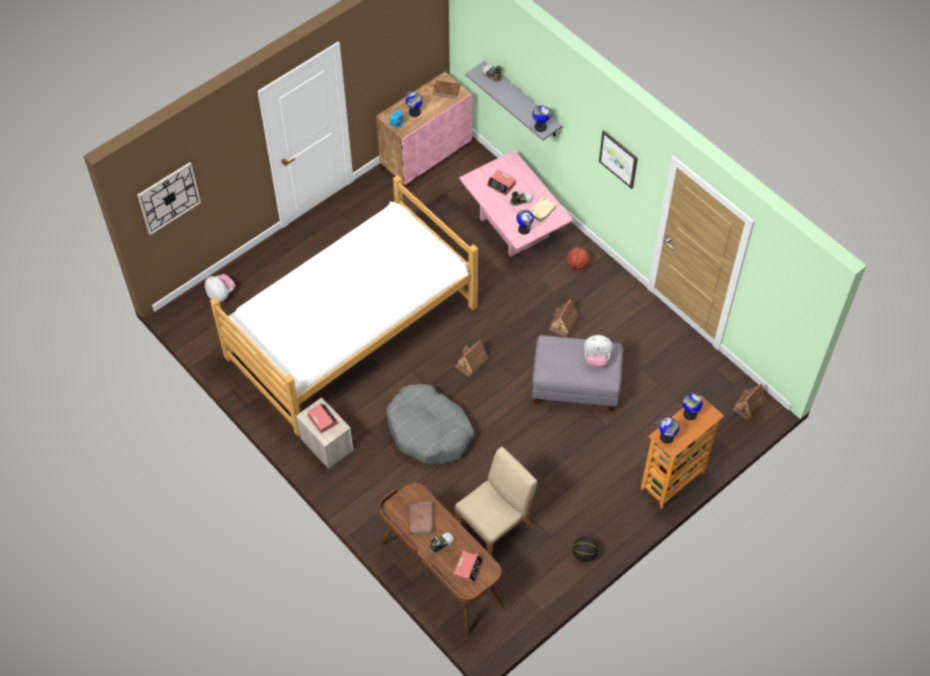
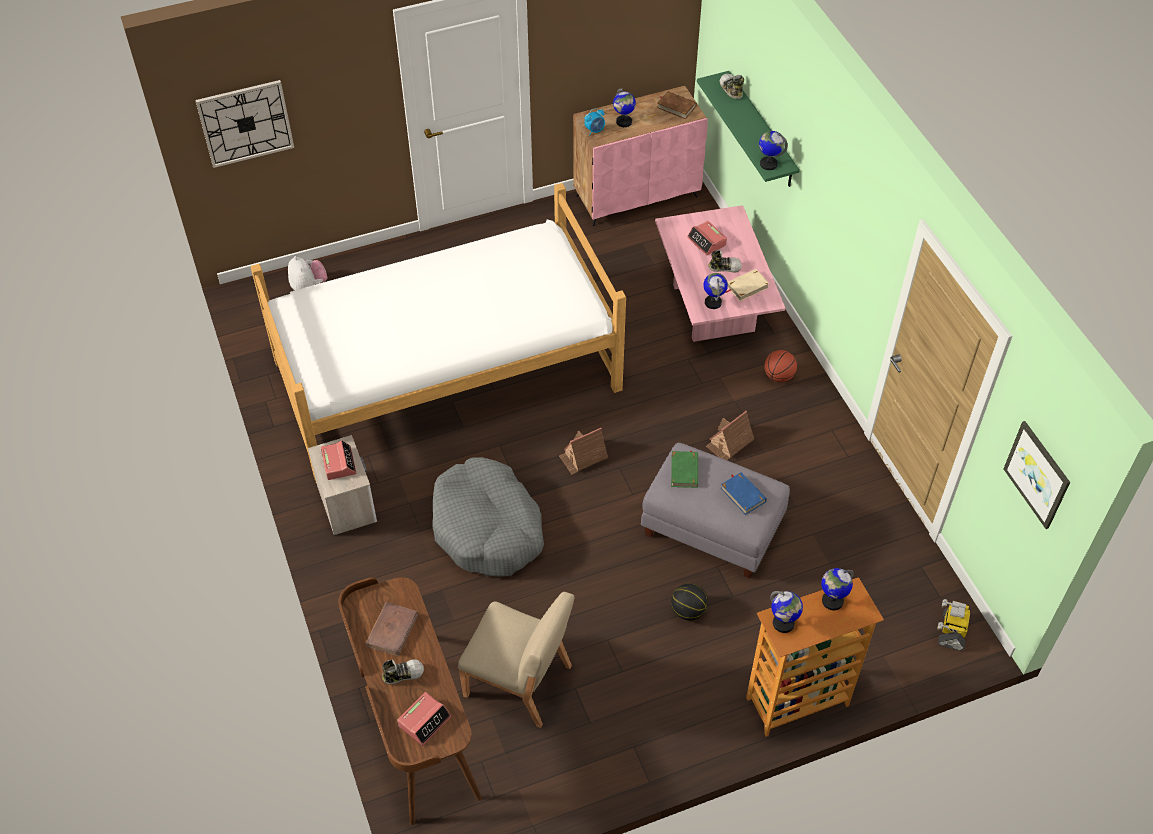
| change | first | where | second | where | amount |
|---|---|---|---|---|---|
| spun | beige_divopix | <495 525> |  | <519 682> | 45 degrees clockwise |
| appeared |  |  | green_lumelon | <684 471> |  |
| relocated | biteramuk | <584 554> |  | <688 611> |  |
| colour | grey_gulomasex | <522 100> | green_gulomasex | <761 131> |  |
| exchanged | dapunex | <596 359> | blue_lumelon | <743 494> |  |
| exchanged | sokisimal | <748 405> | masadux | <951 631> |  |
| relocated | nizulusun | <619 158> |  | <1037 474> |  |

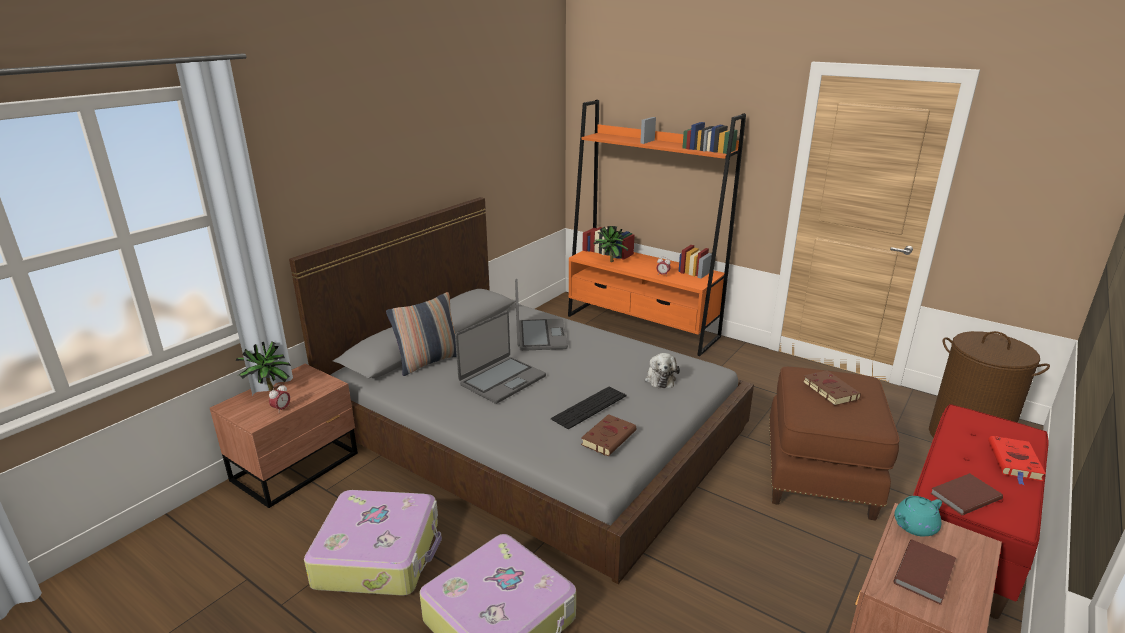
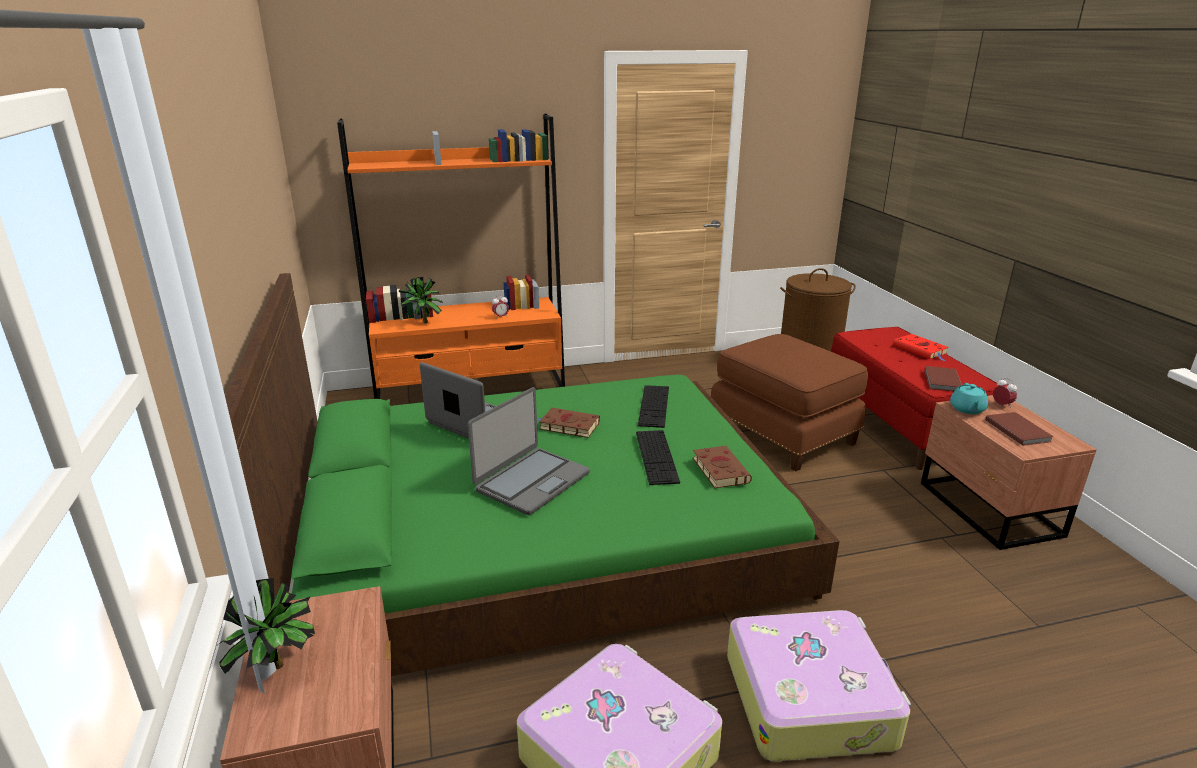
| change | first | where | second | where | amount |
|---|---|---|---|---|---|
| colour | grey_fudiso | <533 428> | green_fudiso | <539 532> |  |
| spun | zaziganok | <502 380> |  | <531 481> | 45 degrees clockwise |
| relocated | brown_lumelon | <828 390> |  | <568 426> |  |
| exchanged | dapunex | <660 379> | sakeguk | <654 406> |  |
| relocated | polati | <281 409> |  | <1002 405> |  |
| missing | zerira | <429 361> |  |  |  |

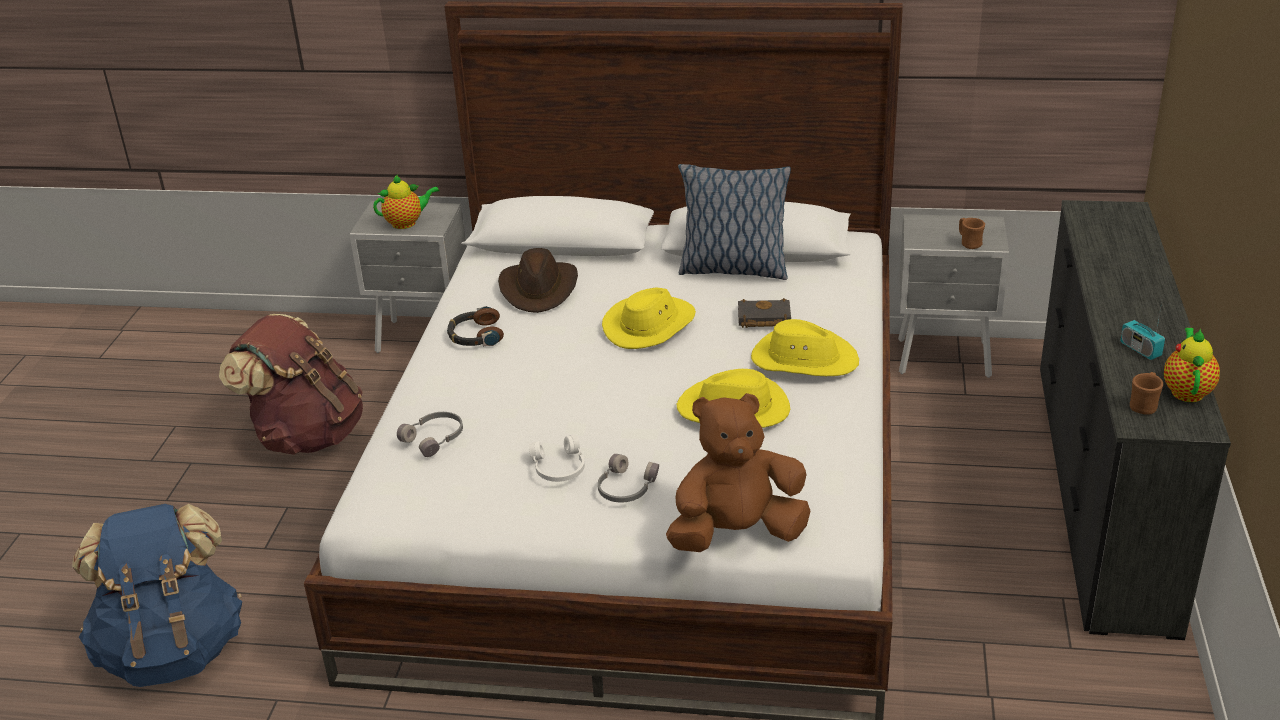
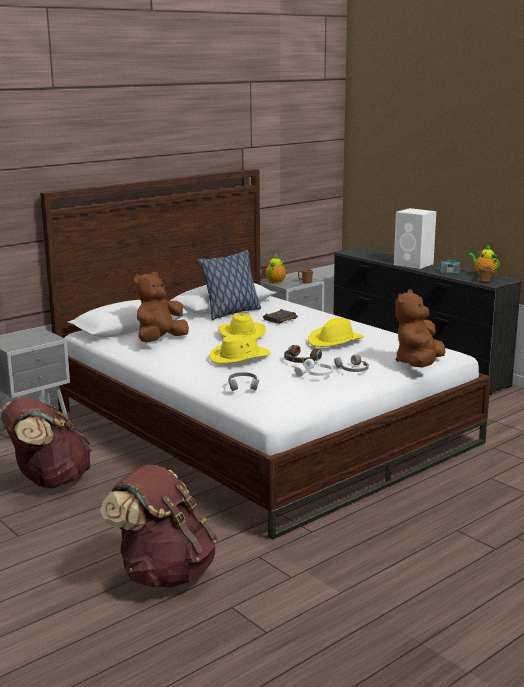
| change | first | where | second | where | amount |
|---|---|---|---|---|---|
| colour | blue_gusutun | <173 650> | brown_gusutun | <164 573> |  |
| exchanged | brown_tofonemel | <539 289> | brown_dapunex | <160 340> |  |
| relocated | yellow_tofonemel | <803 359> |  | <239 357> |  |
| relocated | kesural | <407 223> |  | <276 281> |  |
| relocated | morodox | <475 335> |  | <301 360> |  |
| appeared |  |  | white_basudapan | <414 264> |  |

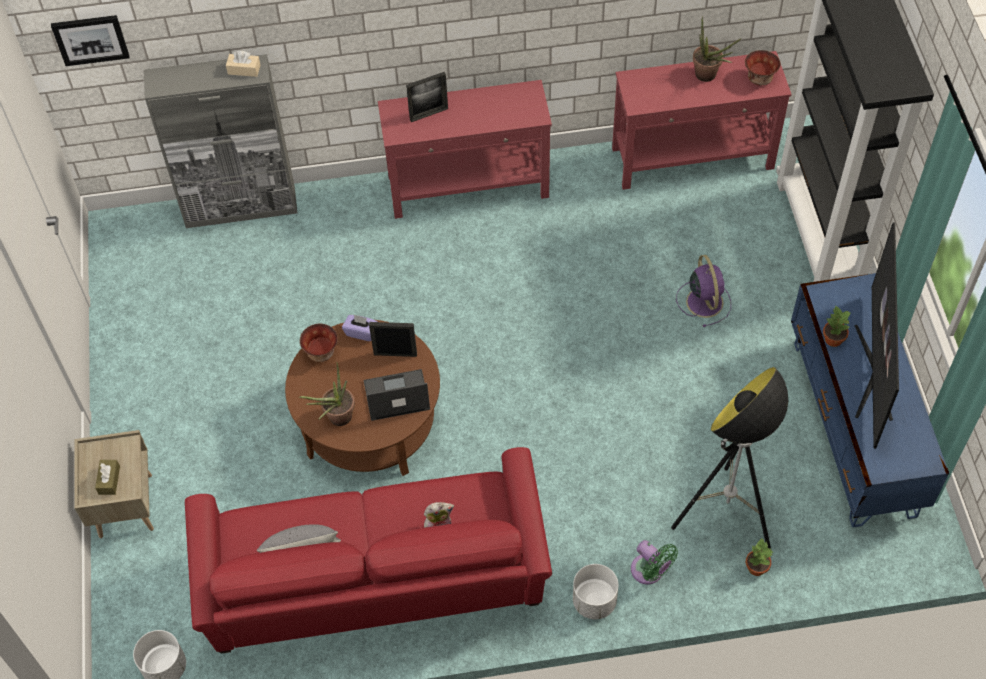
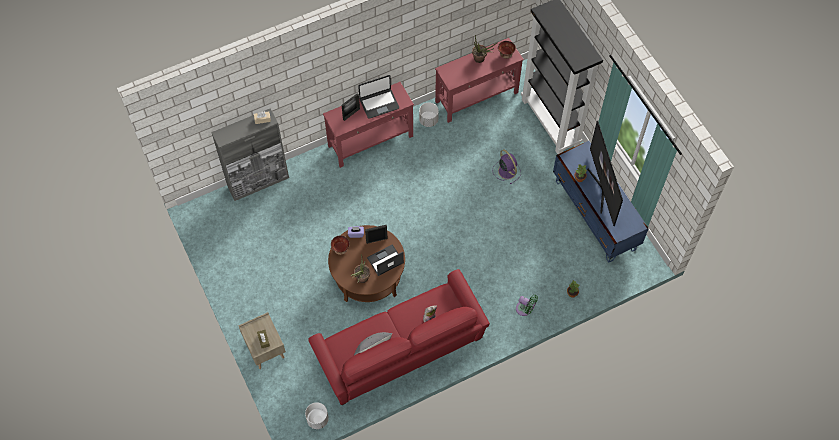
| change | first | where | second | where | amount |
|---|---|---|---|---|---|
| appeared |  |  | zaziganok | <379 103> |  |
| relocated | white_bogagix | <594 601> |  | <428 120> |  |
| missing | nizulusun | <90 39> |  |  |  |
| missing | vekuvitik | <724 517> |  |  |  |

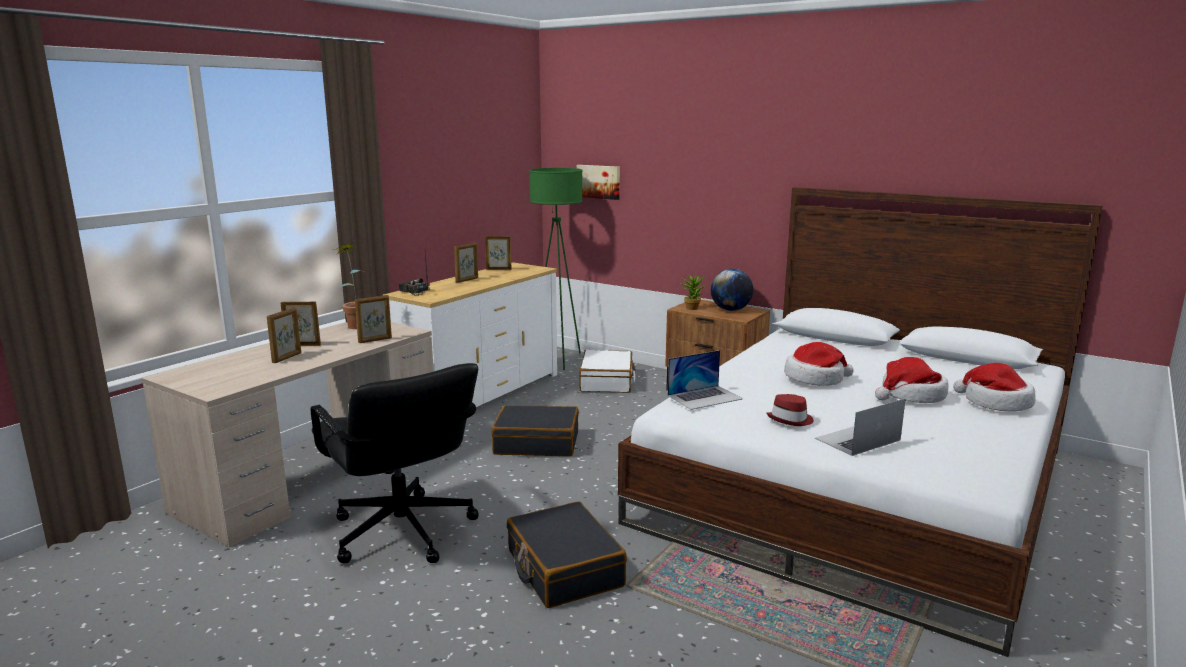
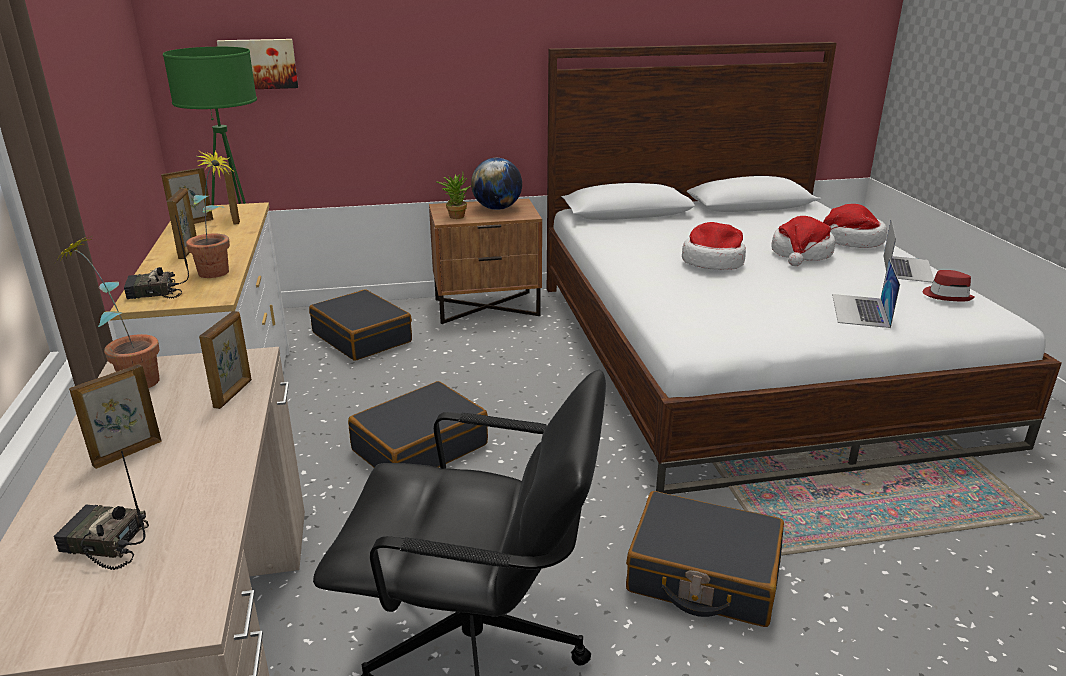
| change | first | where | second | where | amount |
|---|---|---|---|---|---|
| appeared |  |  | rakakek | <104 544> |  |
| appeared |  |  | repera | <220 274> |  |
| relocated | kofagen | <287 358> |  | <235 218> |  |
| colour | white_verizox | <607 382> | black_verizox | <362 337> |  |
| relocated | zaziganok | <705 397> |  | <907 268> |  |
| relocated | red_tofonemel | <791 419> |  | <947 296> |  |

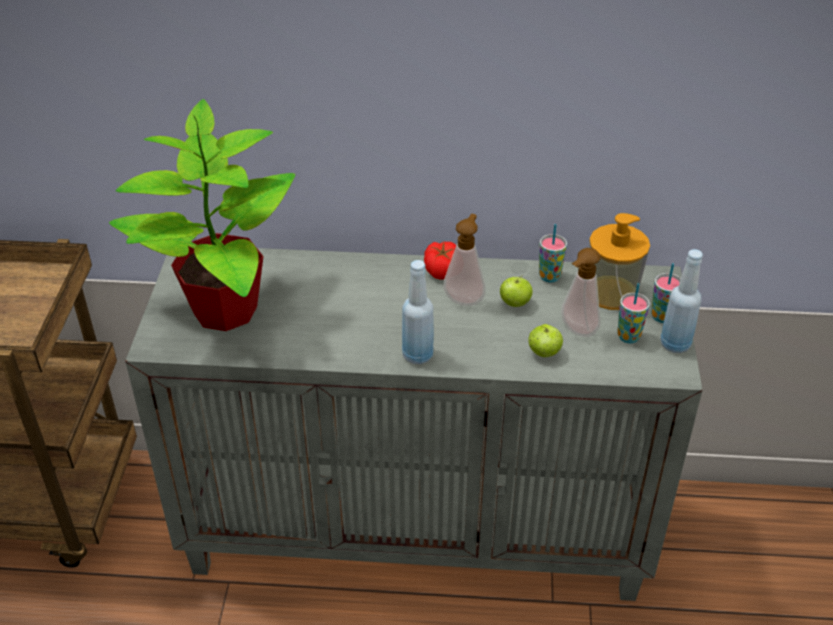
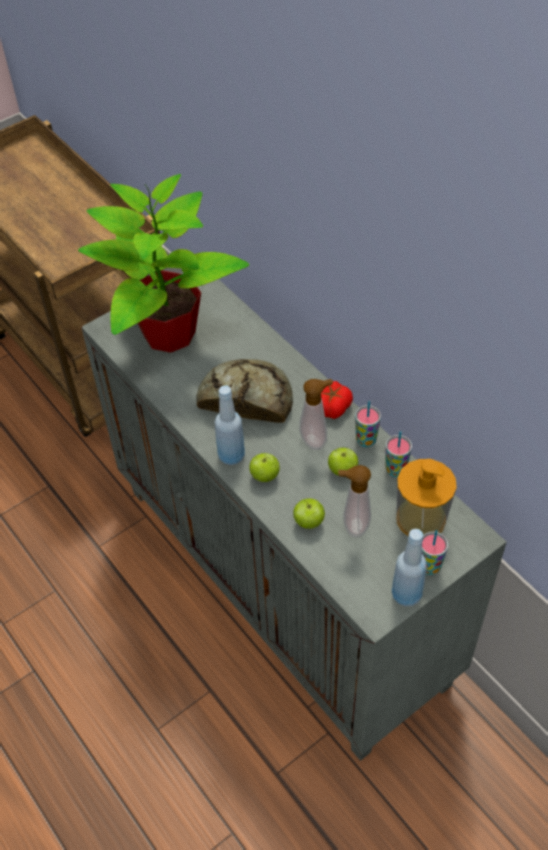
| change | first | where | second | where | amount |
|---|---|---|---|---|---|
| appeared |  |  | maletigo | <246 397> |  |
| appeared |  |  | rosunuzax | <265 476> |  |
| relocated | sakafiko | <628 337> |  | <366 440> |  |

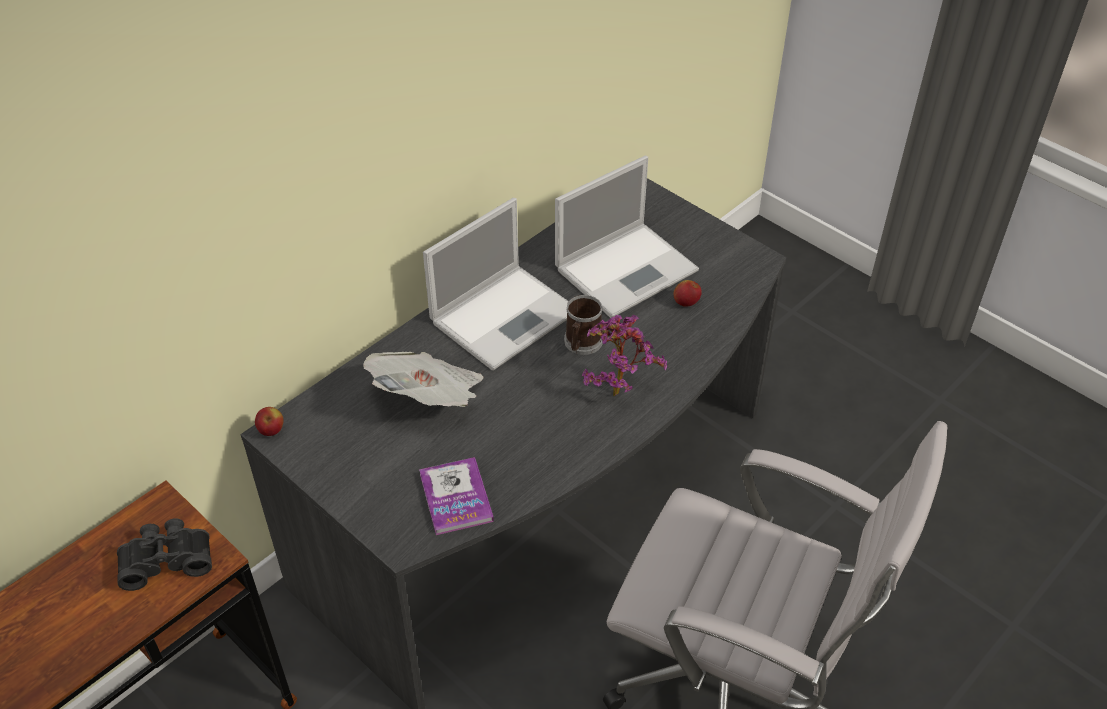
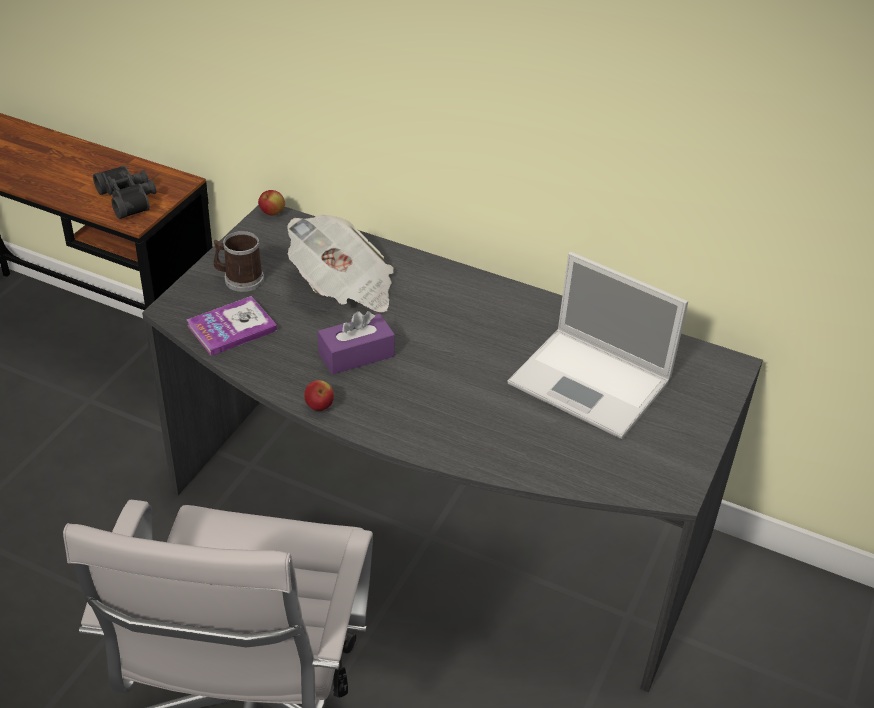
| change | first | where | second | where | amount |
|---|---|---|---|---|---|
| relocated | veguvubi | <581 344> |  | <239 279> |  |
| relocated | rosunuzax | <686 302> |  | <319 406> |  |
| appeared |  |  | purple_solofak | <356 355> |  |
| missing | zaziganok | <506 315> |  |  |  |
| missing | repera | <617 389> |  |  |  |

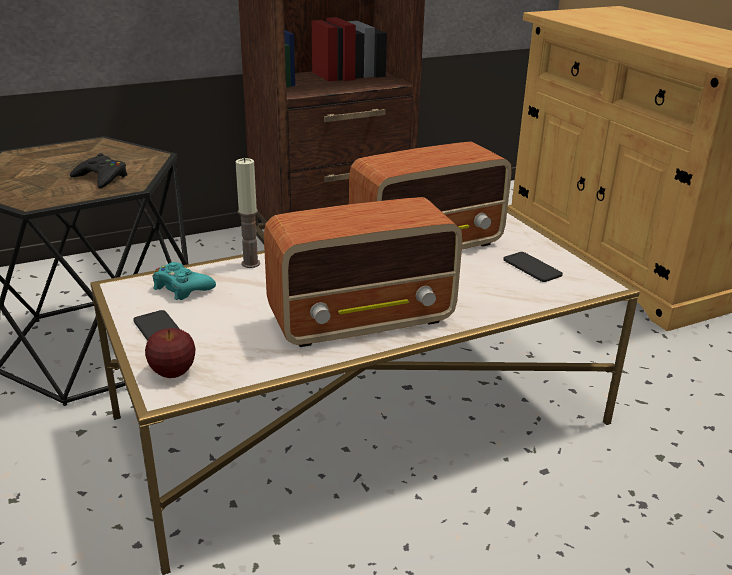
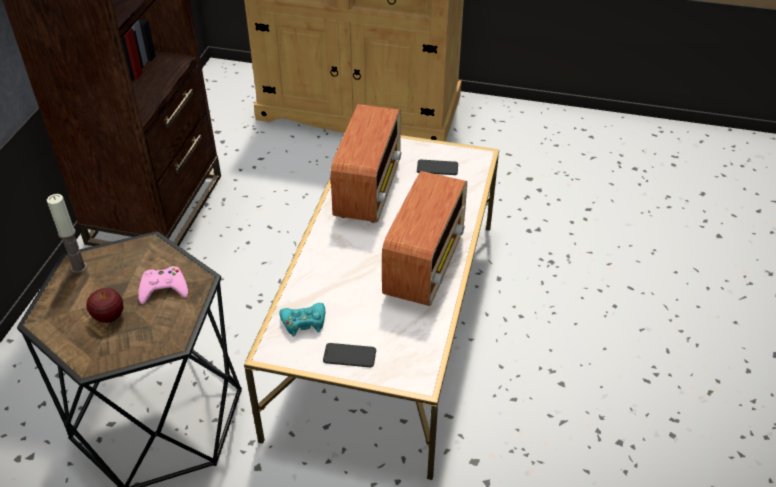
| change | first | where | second | where | amount |
|---|---|---|---|---|---|
| relocated | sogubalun | <250 263> |  | <79 267> |  |
| relocated | rosunuzax | <172 372> |  | <109 316> |  |
| colour | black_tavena | <101 177> | pink_tavena | <163 288> |  |

